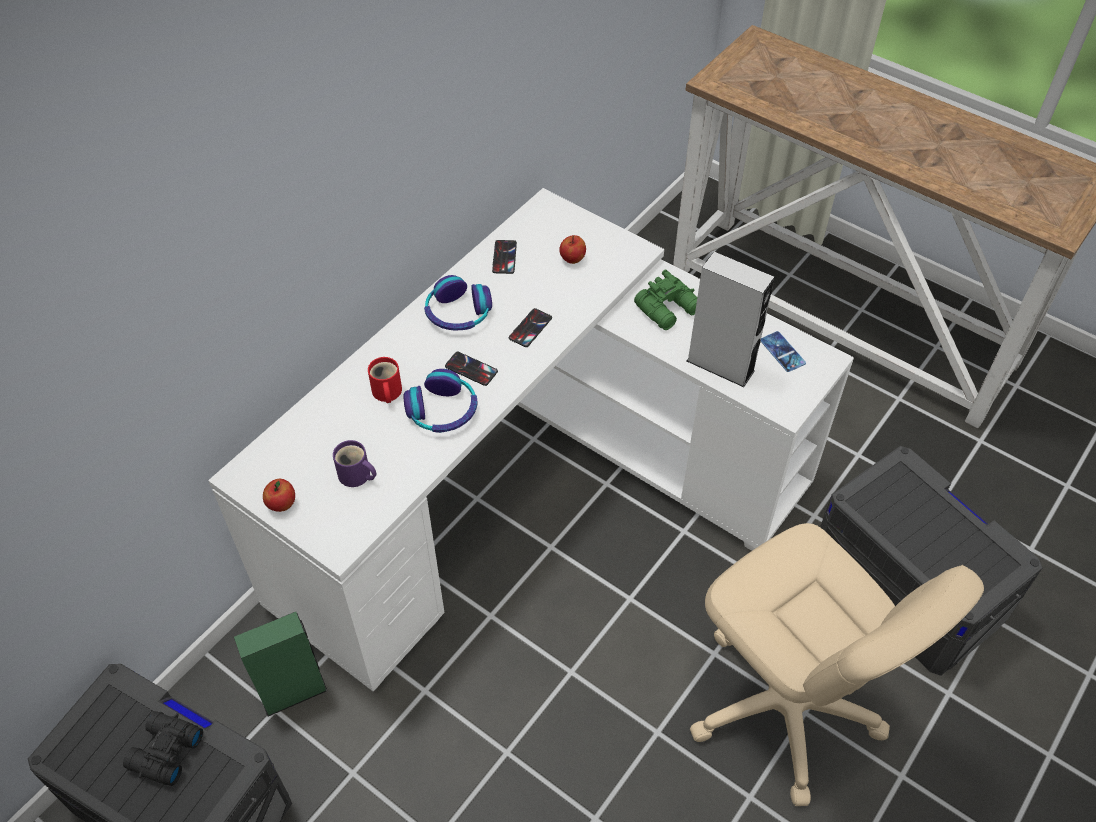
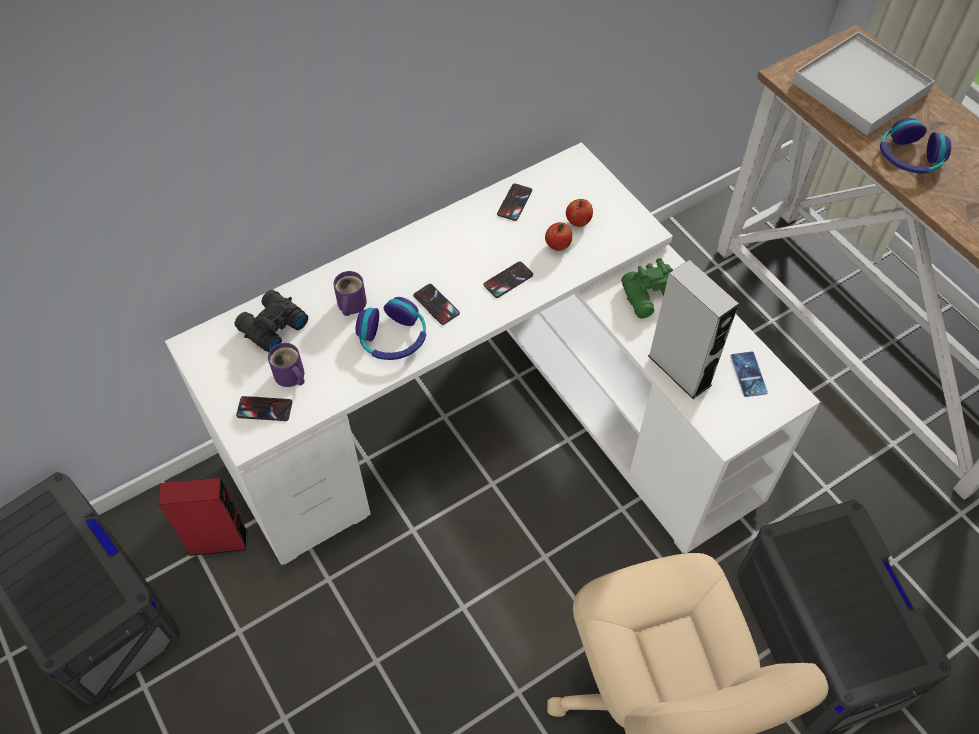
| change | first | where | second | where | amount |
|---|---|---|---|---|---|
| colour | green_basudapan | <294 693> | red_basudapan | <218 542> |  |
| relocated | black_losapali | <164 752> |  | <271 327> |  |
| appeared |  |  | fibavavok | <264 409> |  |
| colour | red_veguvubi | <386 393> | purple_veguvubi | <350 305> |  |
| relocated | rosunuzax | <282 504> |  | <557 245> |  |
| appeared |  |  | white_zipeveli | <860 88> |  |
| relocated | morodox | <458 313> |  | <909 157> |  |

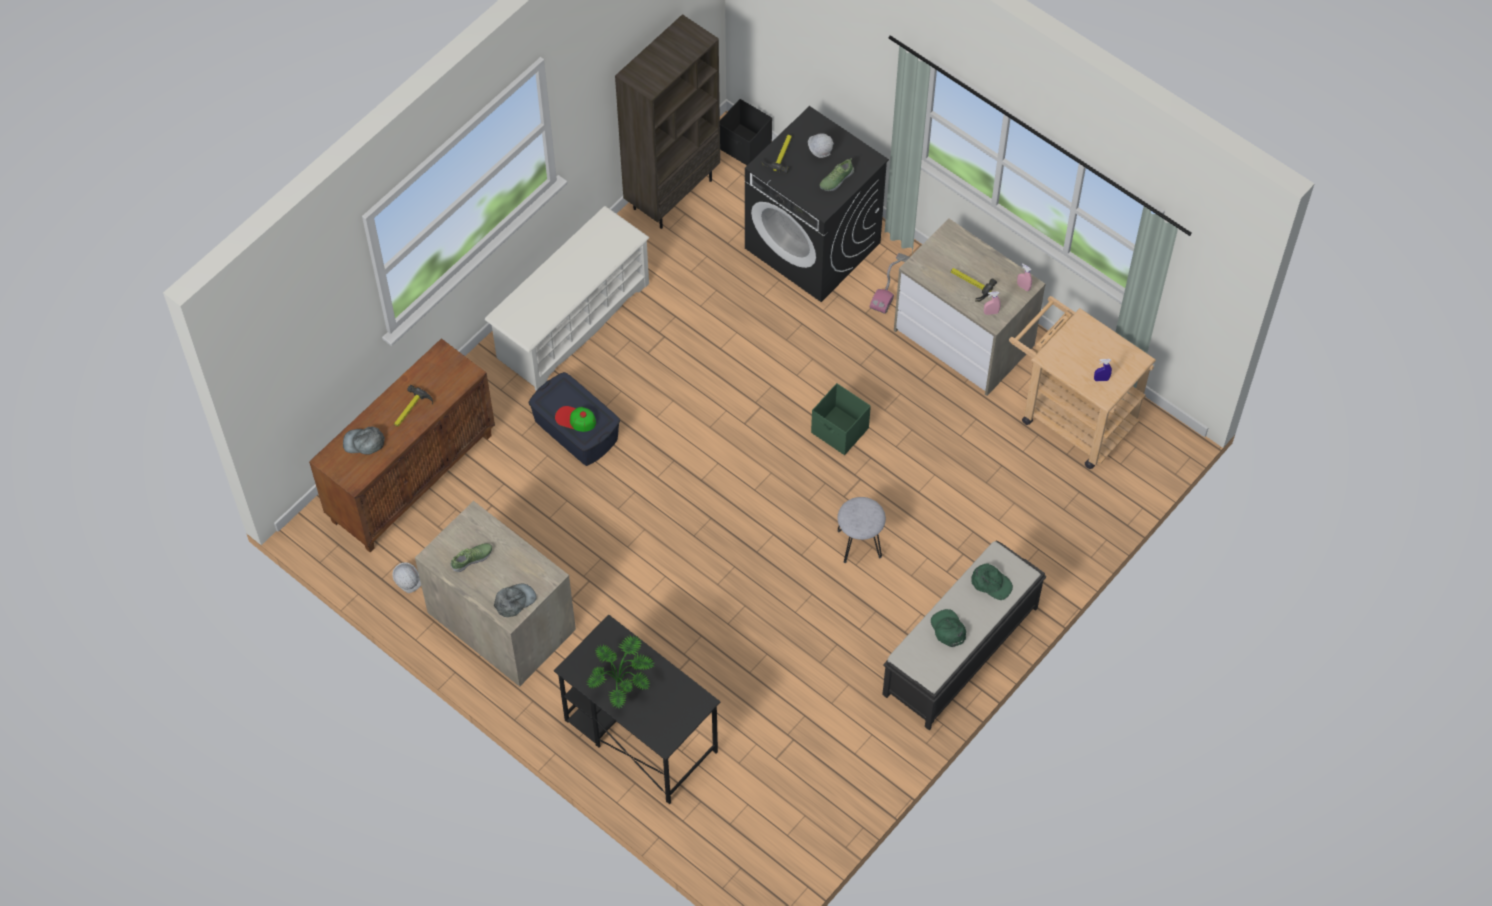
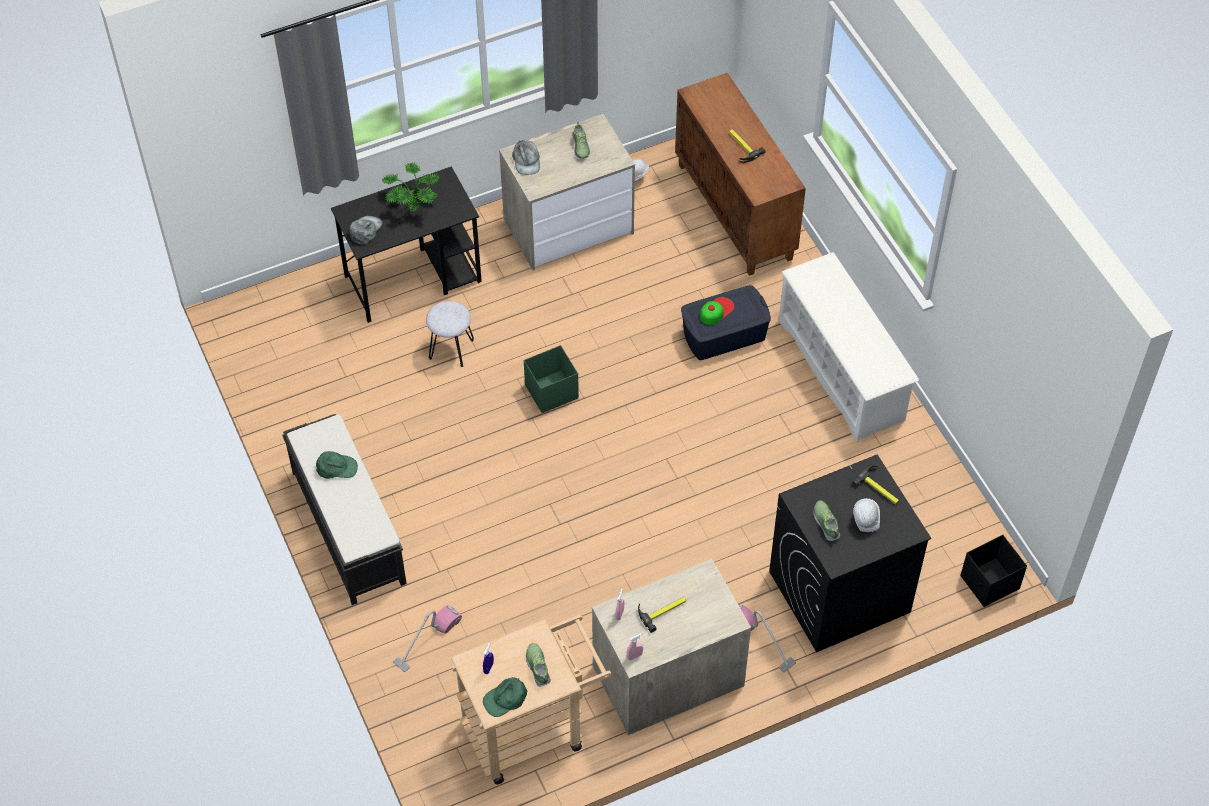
| change | first | where | second | where | amount |
|---|---|---|---|---|---|
| relocated | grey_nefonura | <364 442> |  | <365 230> |  |
| appeared |  |  | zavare | <427 640> |  |
| relocated | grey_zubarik | <860 543> |  | <451 349> |  |
| relocated | green_nefonura | <991 583> |  | <505 698> |  |
| relocated | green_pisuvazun | <840 431> |  | <550 392> |  |
| appeared |  |  | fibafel | <538 666> |  |
| missing | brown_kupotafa | <672 193> |  |  |  |

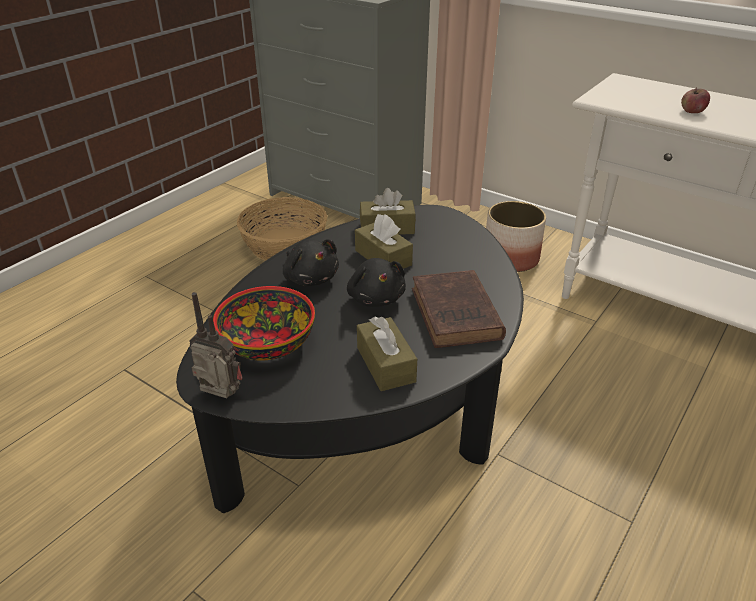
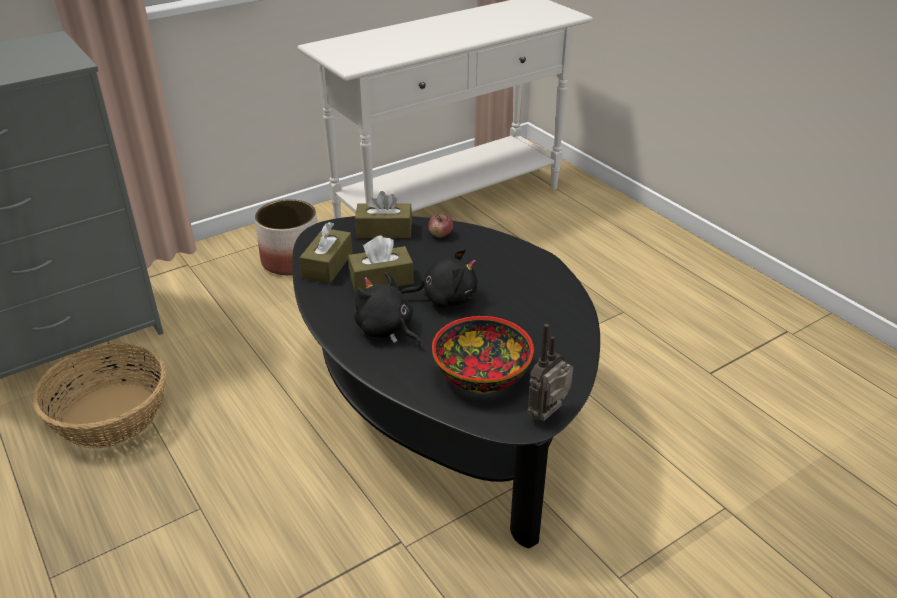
| change | first | where | second | where | amount |
|---|---|---|---|---|---|
| spun | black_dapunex | <310 278> |  | <386 330> | 120 degrees counterclockwise |
| relocated | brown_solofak | <385 364> |  | <384 231> |  |
| relocated | rosunuzax | <692 112> |  | <440 234> |  |
| missing | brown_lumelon | <456 315> |  |  |  |

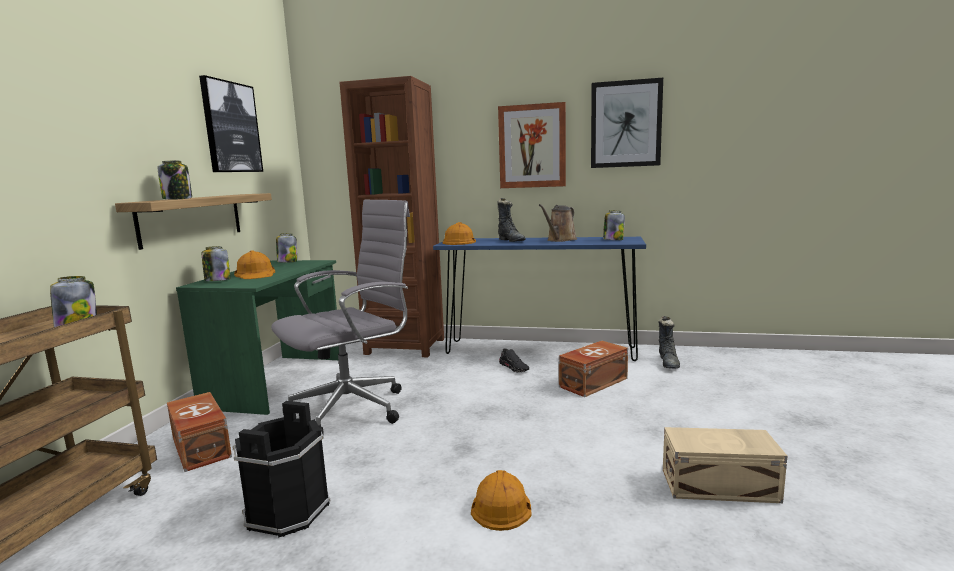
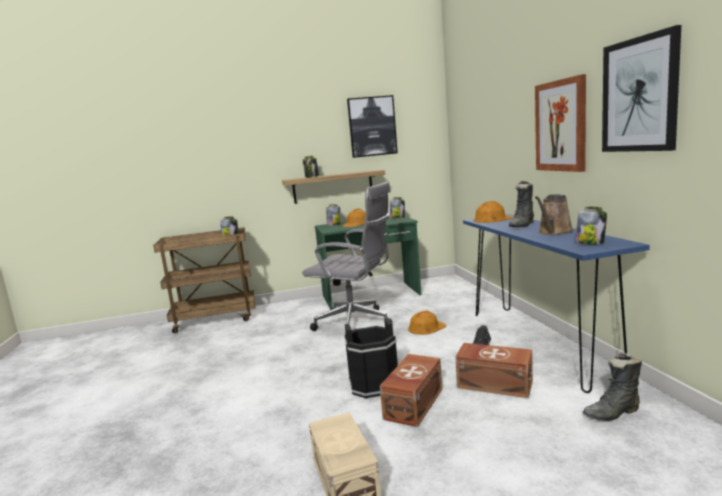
| change | first | where | second | where | amount |
|---|---|---|---|---|---|
| relocated | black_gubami | <287 510> |  | <374 384> |  |
| relocated | brown_pisuvazun | <200 448> |  | <412 404> |  |
| relocated | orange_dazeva | <501 505> |  | <426 327> |  |
| spun | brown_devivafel | <560 240> |  | <554 232> | 60 degrees counterclockwise |
| missing | brown_kupotafa | <405 346> |  |  |  |

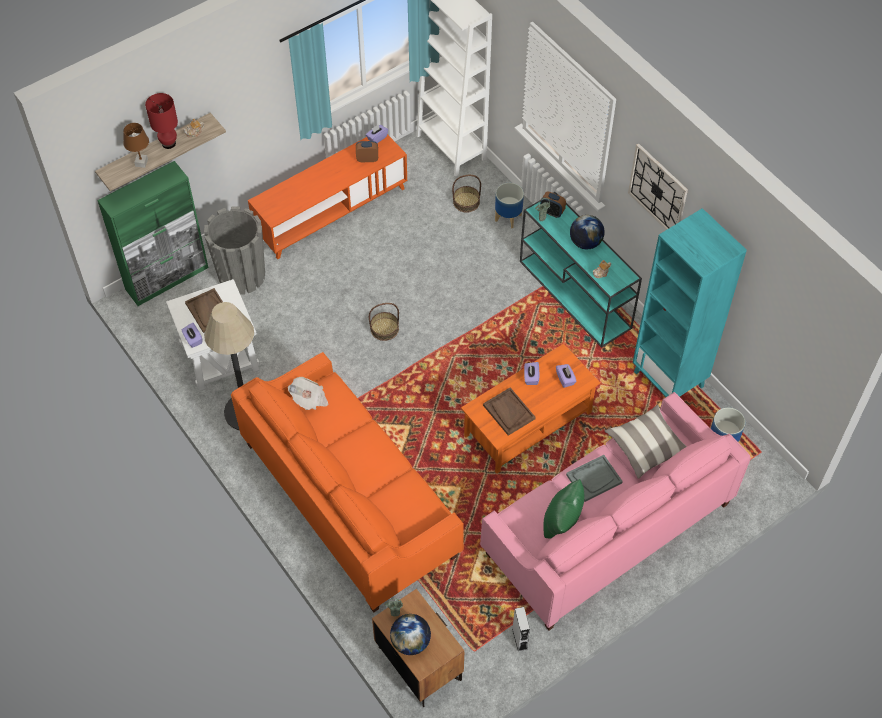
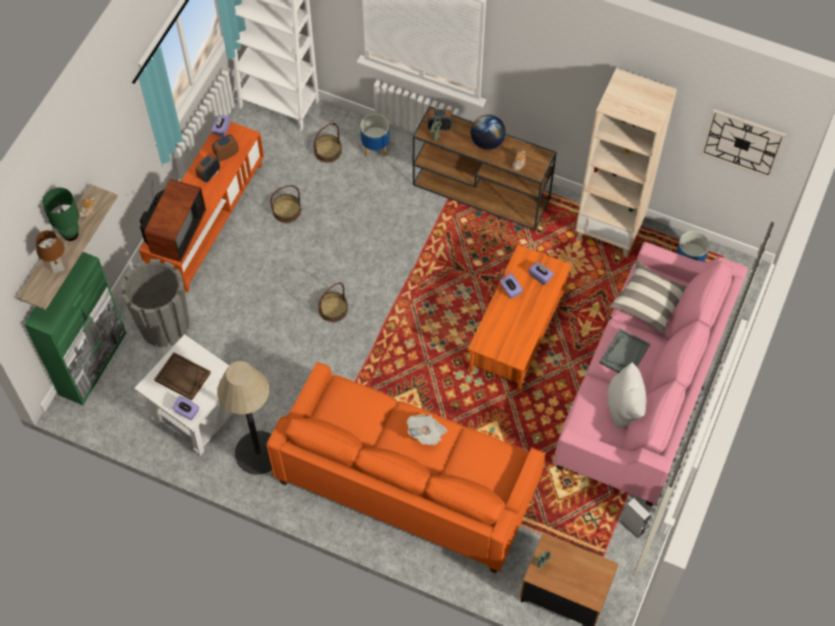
| change | first | where | second | where | amount |
|---|---|---|---|---|---|
| colour | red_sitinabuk | <168 143> | green_sitinabuk | <70 234> |  |
| appeared |  |  | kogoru | <174 233> |  |
| appeared |  |  | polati | <209 175> |  |
| appeared |  |  | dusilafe | <287 211> |  |
| relocated | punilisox | <309 399> |  | <427 433> |  |
| colour | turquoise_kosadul | <576 295> | brown_kosadul | <482 192> |  |
| colour | turquoise_kupotafa | <669 379> | beige_kupotafa | <610 230> |  |
| colour | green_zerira | <562 524> | white_zerira | <624 408> |  |
| relocated | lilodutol | <658 190> |  | <742 143> |  |
| missing | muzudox | <411 642> |  |  |  |
| missing | brown_zipeveli | <508 412> |  |  |  |

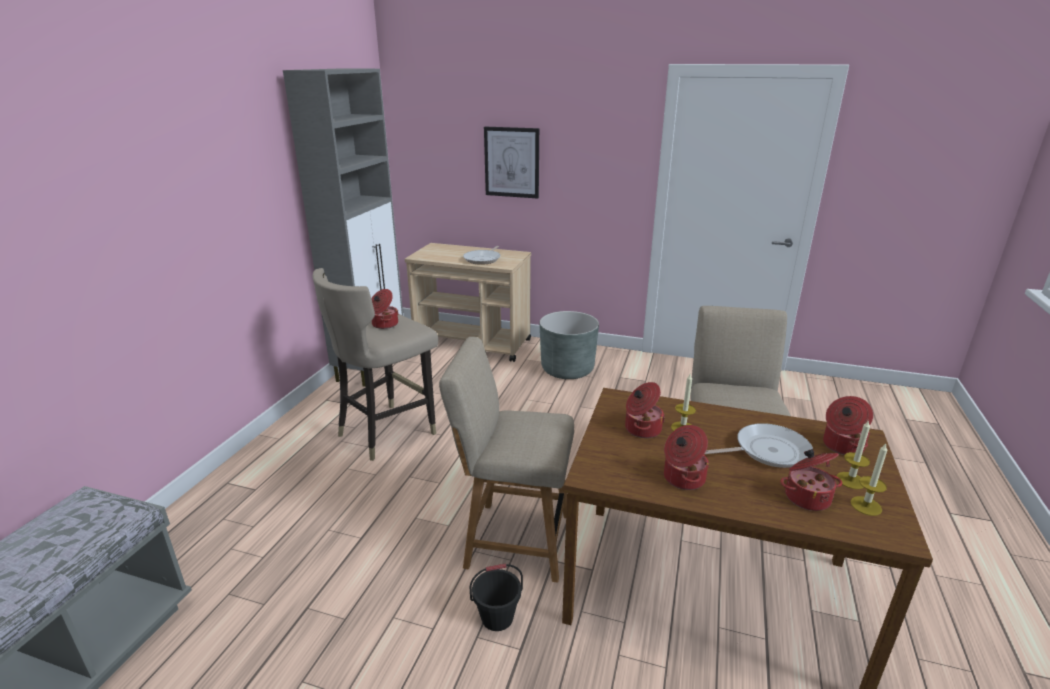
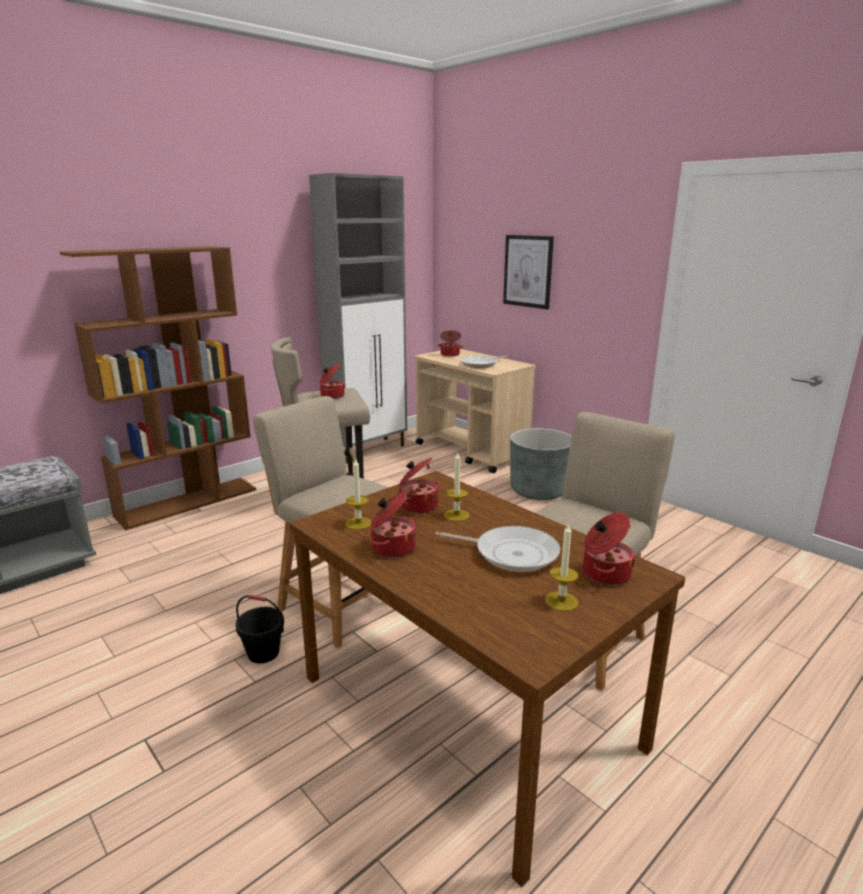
| change | first | where | second | where | amount |
|---|---|---|---|---|---|
| appeared |  |  | brown_kupotafa | <188 502> |  |
| relocated | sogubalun | <866 506> |  | <358 523> |  |
| relocated | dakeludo | <806 497> |  | <450 354> |  |

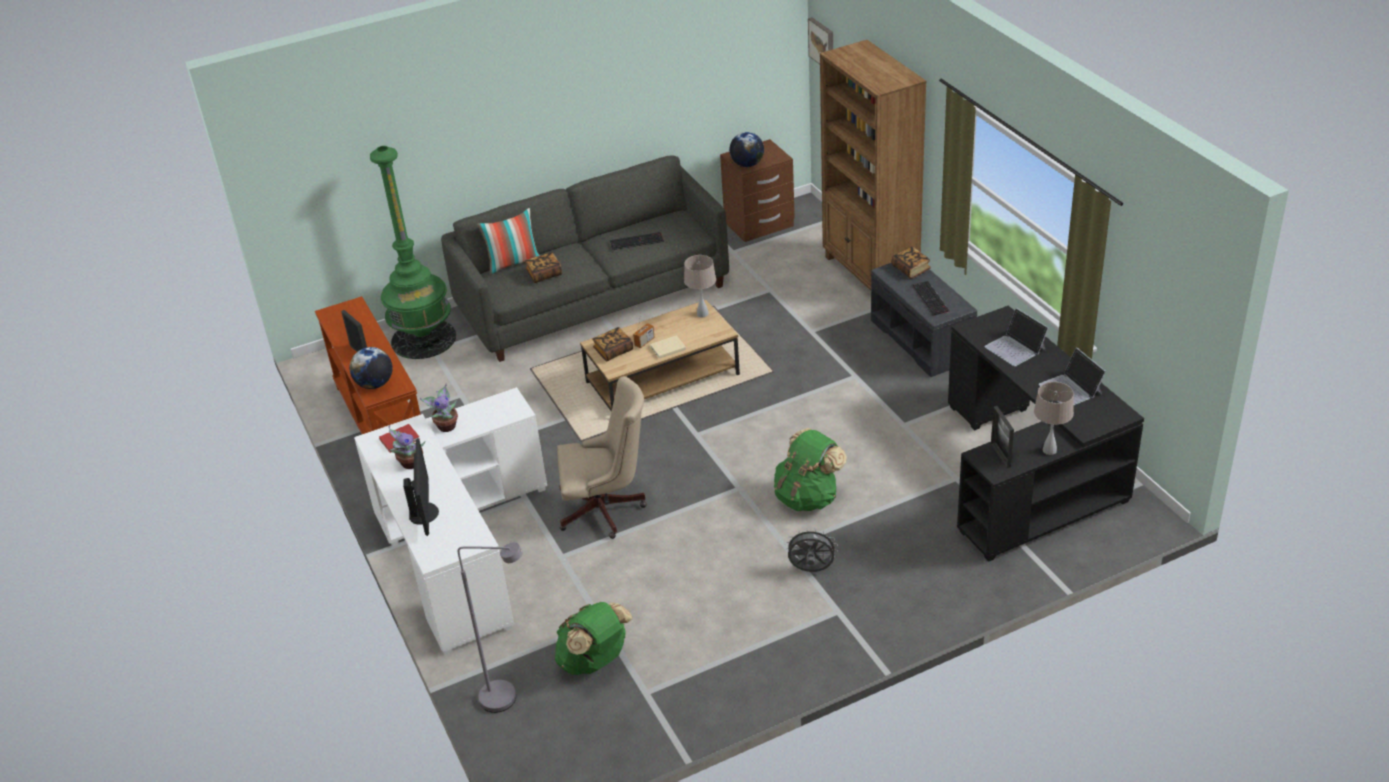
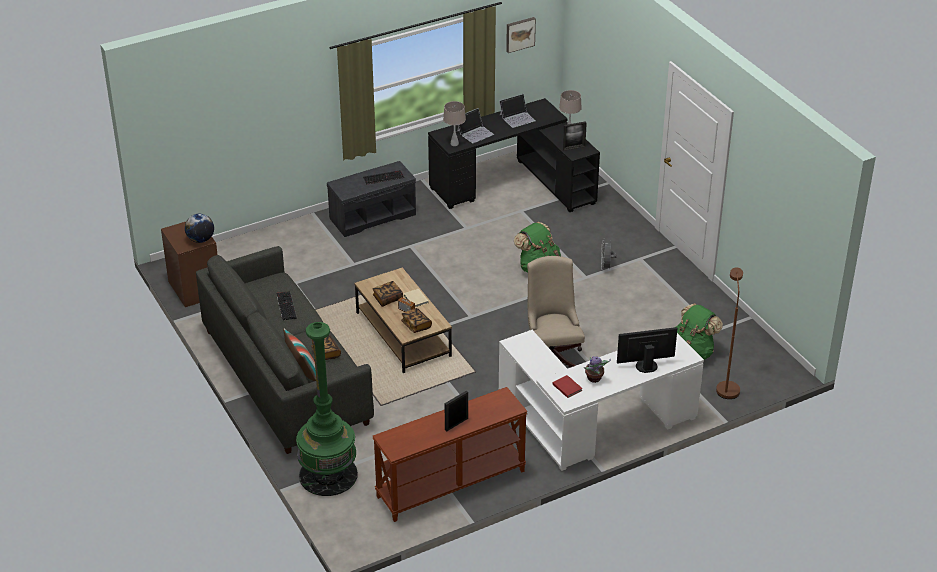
| change | first | where | second | where | amount |
|---|---|---|---|---|---|
| relocated | lumelon | <911 269> |  | <387 299> |  |
| relocated | beige_sitinabuk | <702 314> |  | <454 143> |  |
| relocated | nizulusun | <822 43> |  | <520 34> |  |
| colour | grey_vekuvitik | <508 697> | brown_vekuvitik | <726 386> |  |
| missing | muzudox | <375 384> |  |  |  |
| missing | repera | <446 426> |  |  |  |
| missing | brown_kupotafa | <870 273> |  |  |  |

